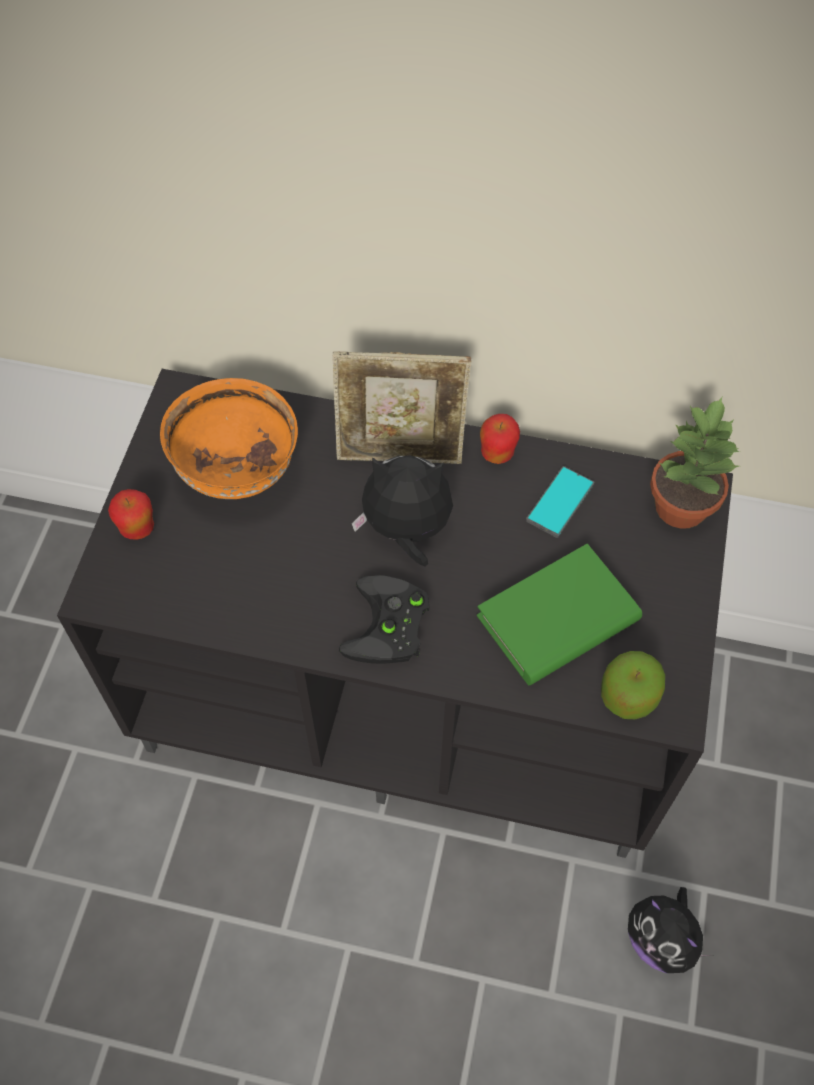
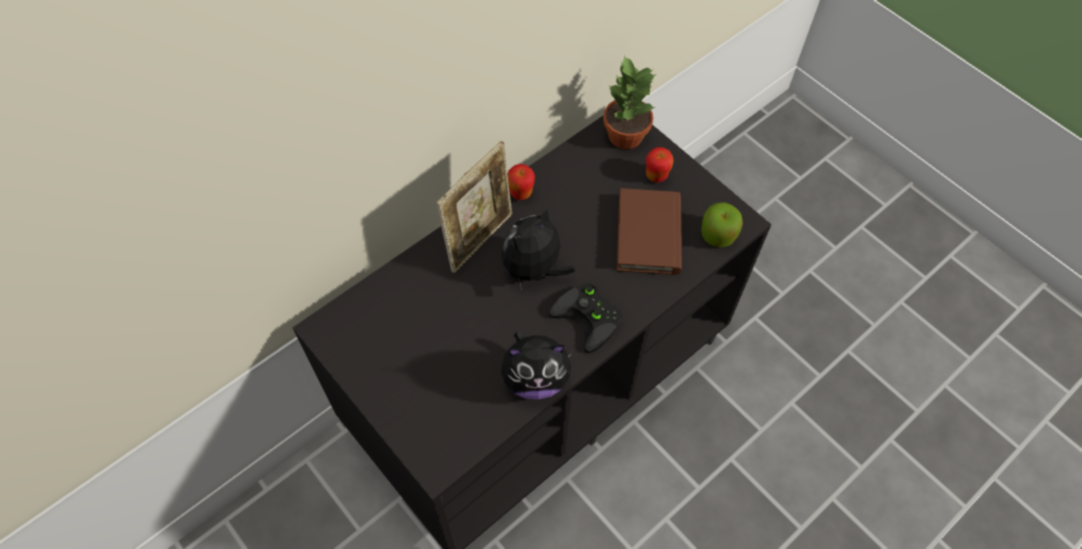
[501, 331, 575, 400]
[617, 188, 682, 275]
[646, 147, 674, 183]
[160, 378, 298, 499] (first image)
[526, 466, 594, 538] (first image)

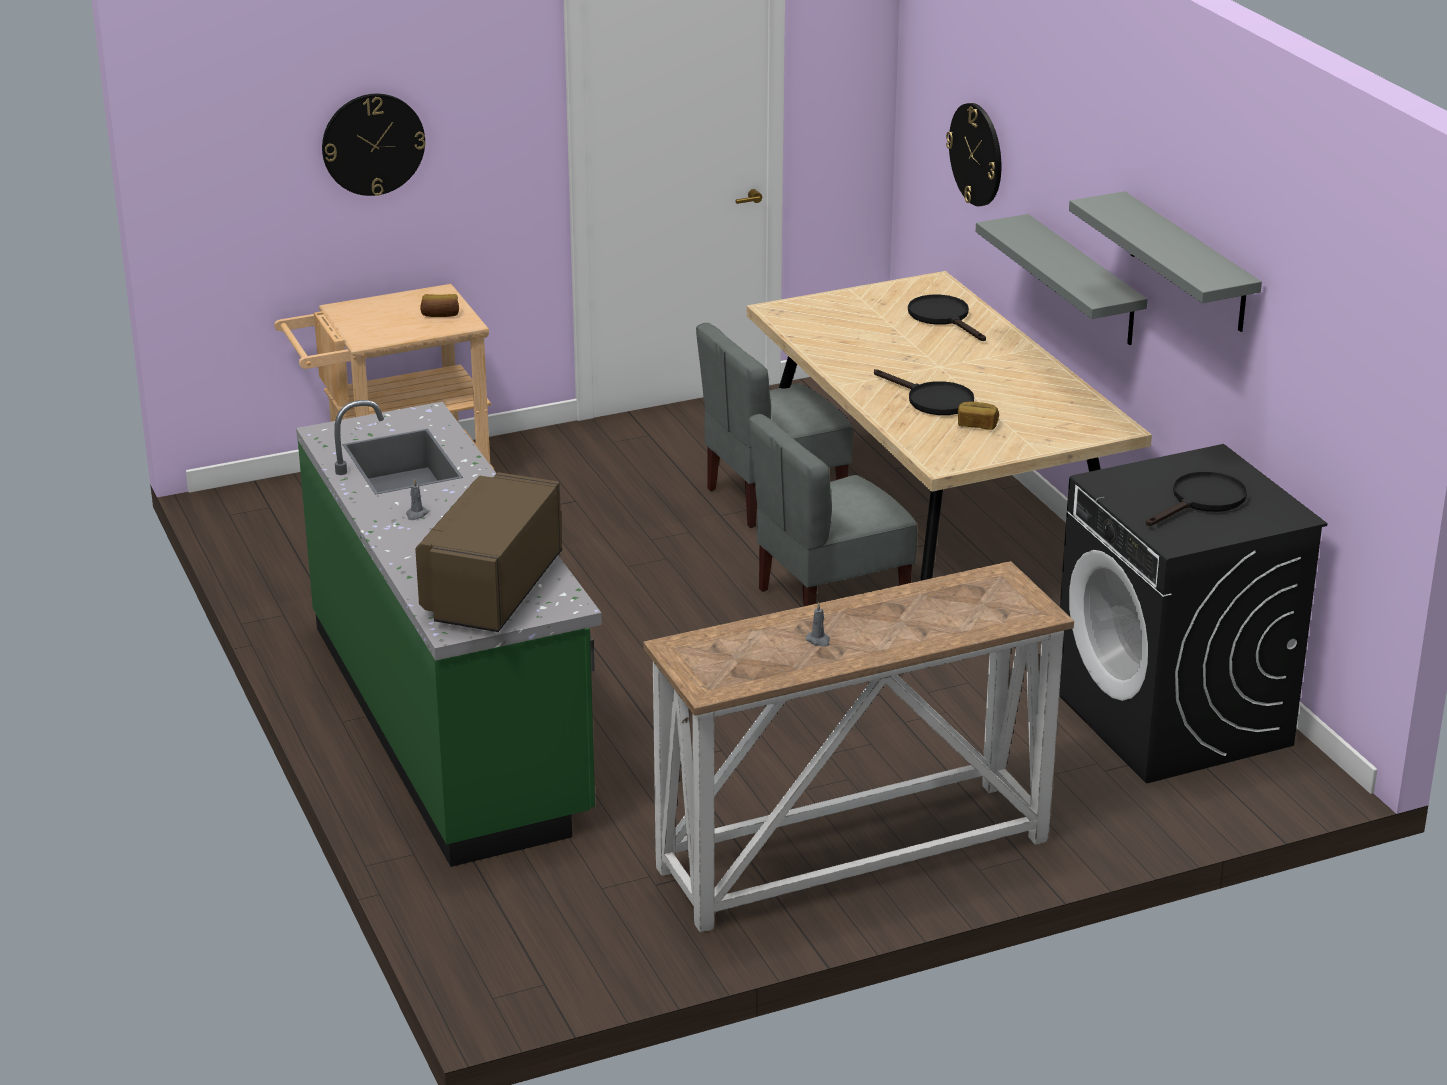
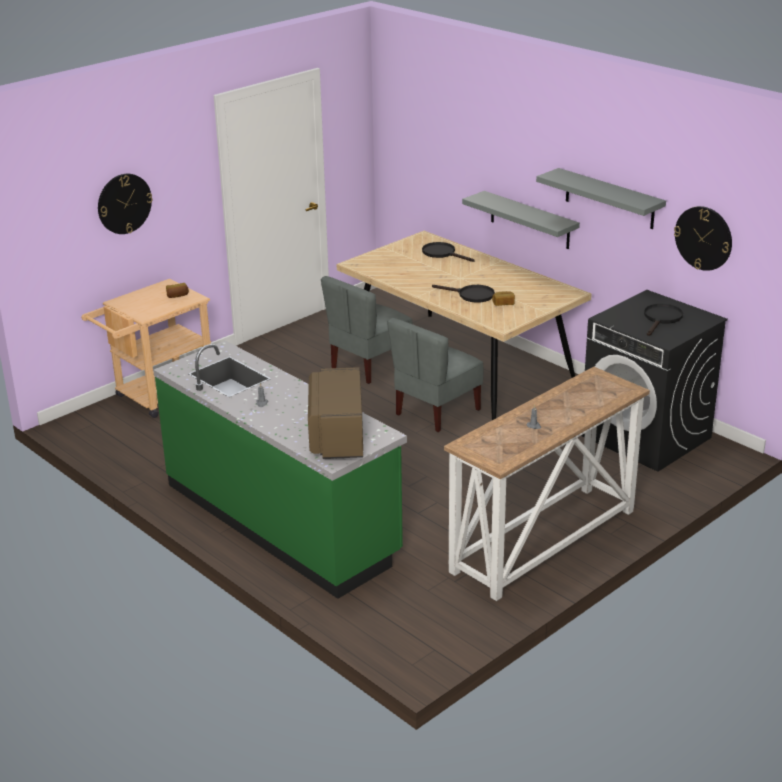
[674, 206, 732, 271]

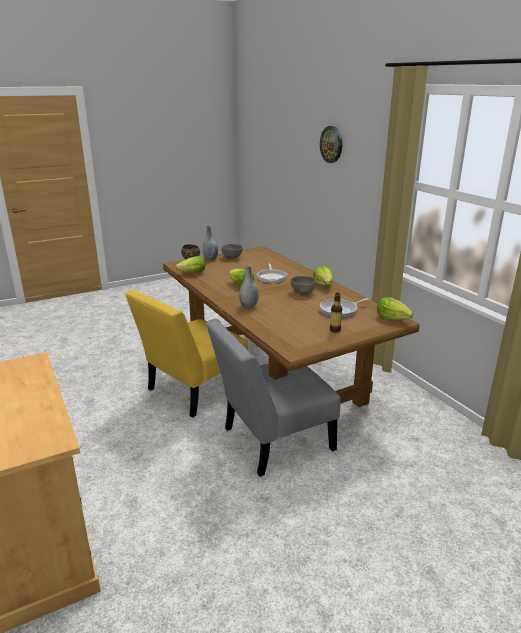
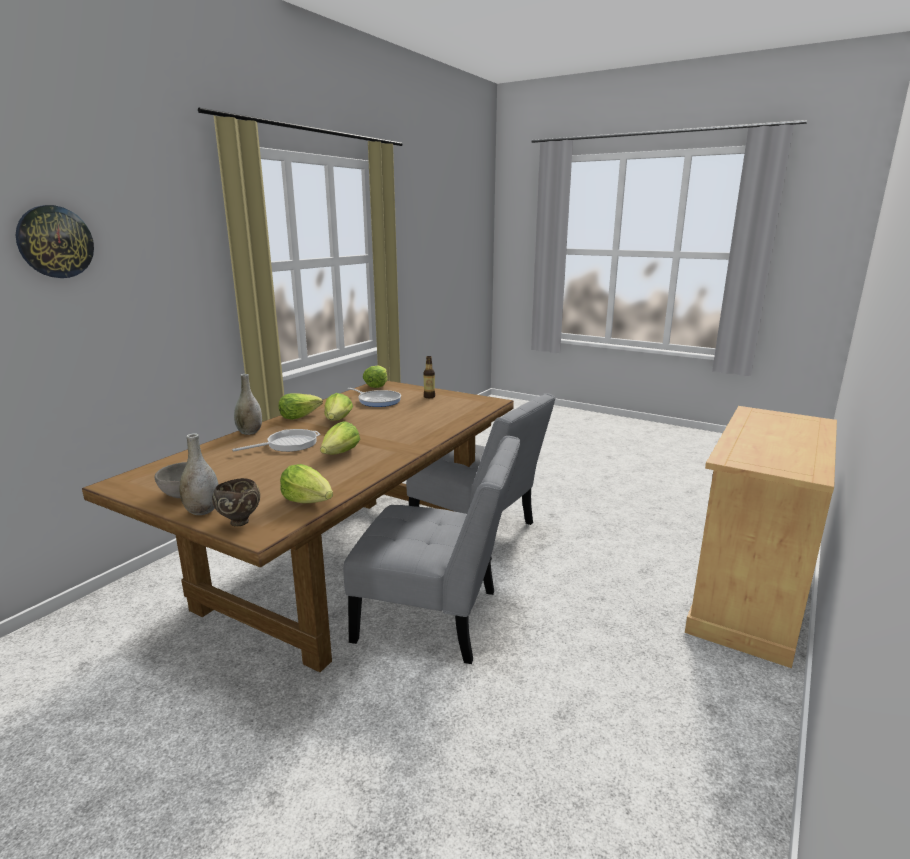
[234, 374, 262, 435]
[324, 393, 353, 421]
[344, 436, 521, 664]

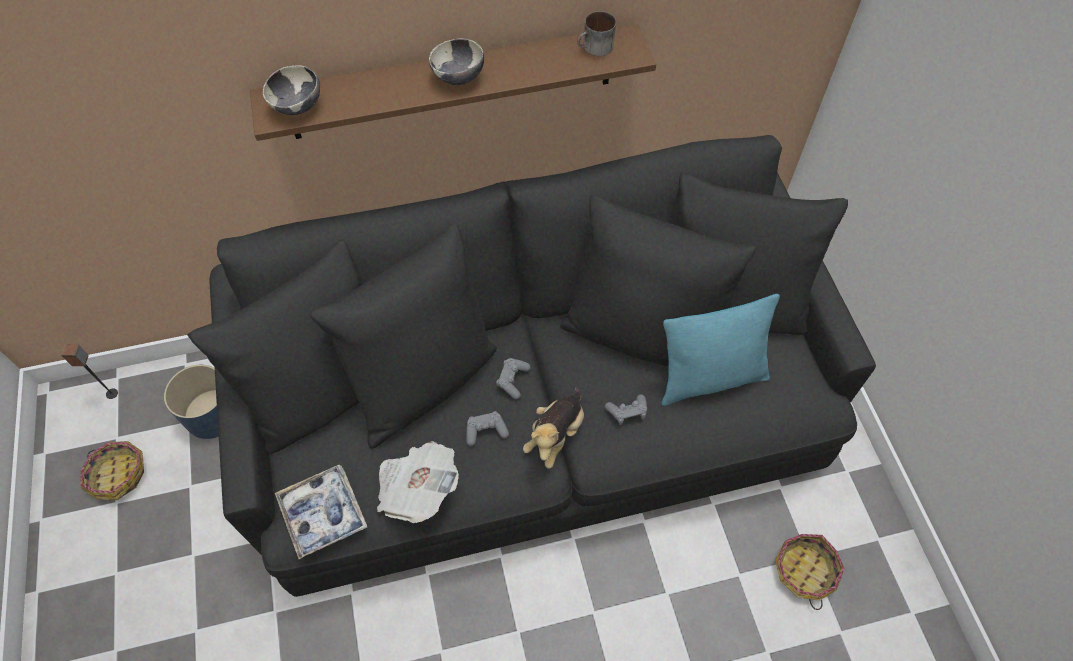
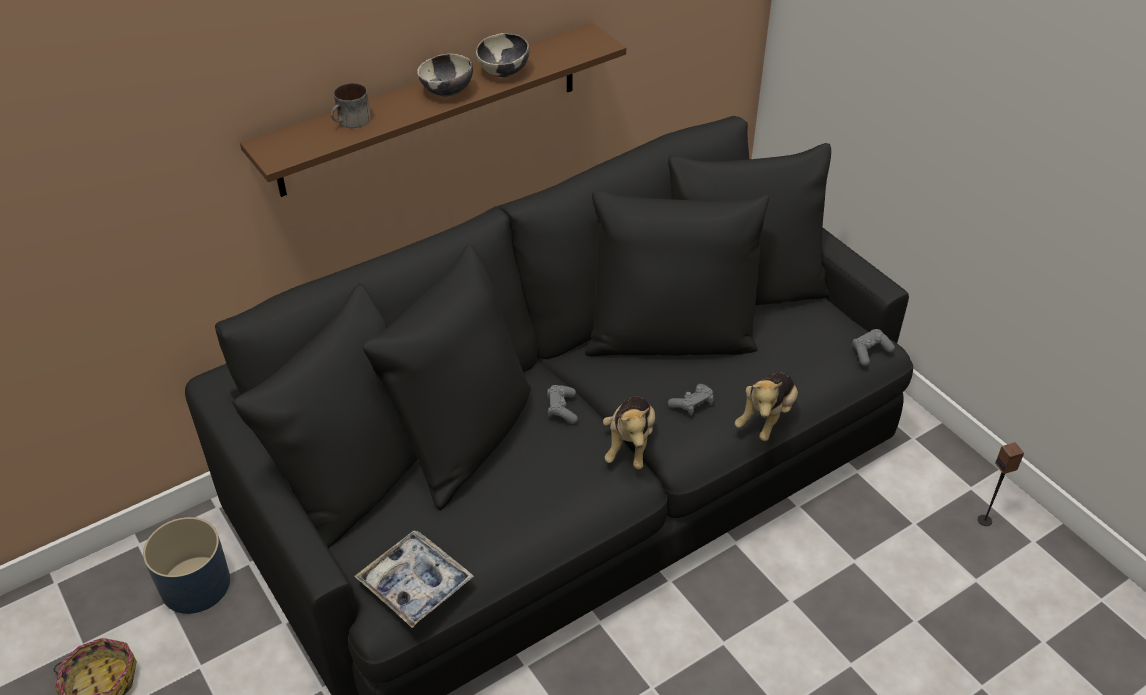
[331, 83, 371, 128]
[476, 33, 530, 77]
[735, 372, 798, 441]
[852, 329, 895, 366]
[978, 442, 1024, 526]
[377, 441, 459, 523] (first image)
[661, 294, 780, 406] (first image)
[775, 534, 845, 610] (first image)

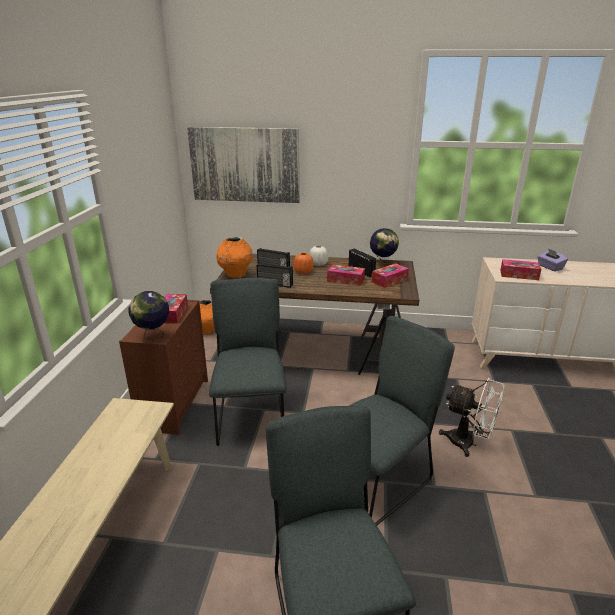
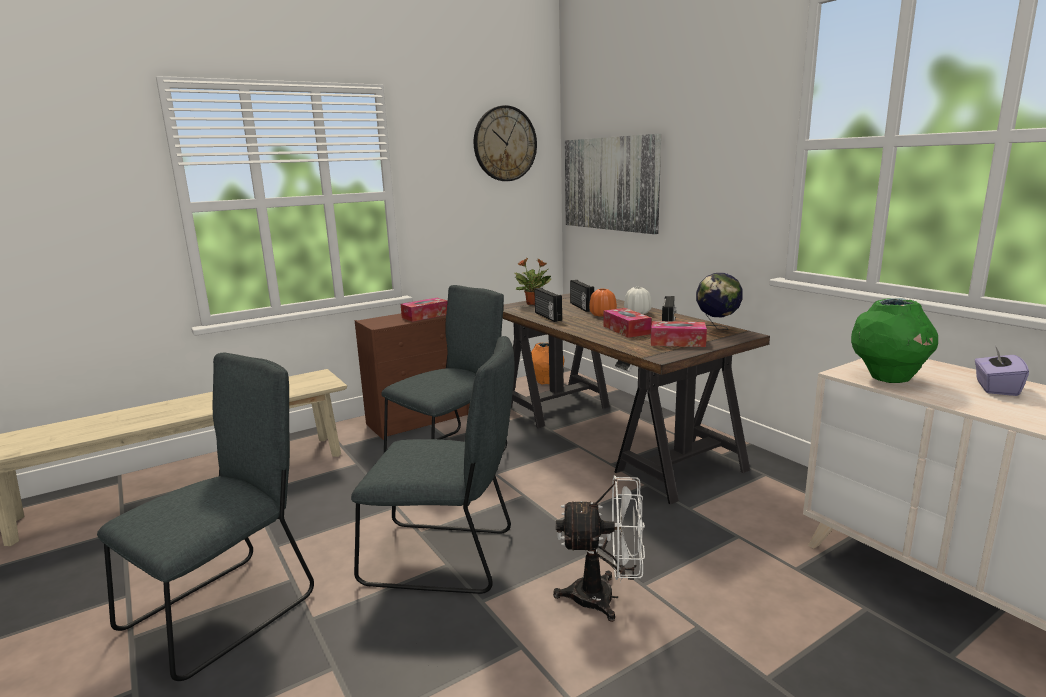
[474, 105, 537, 181]
[515, 258, 552, 305]
[553, 475, 645, 622]
[851, 298, 938, 383]
[129, 291, 169, 341] (first image)

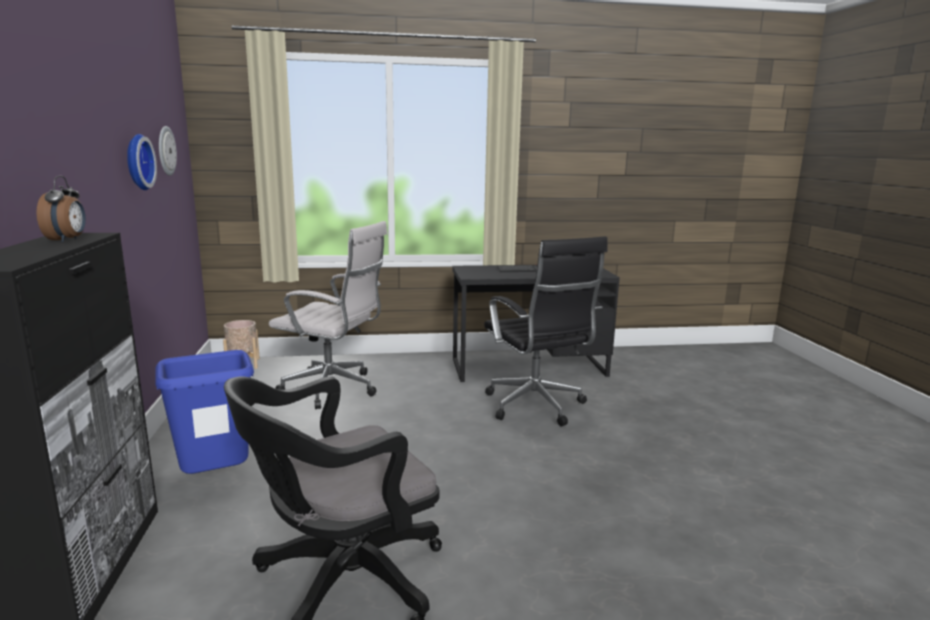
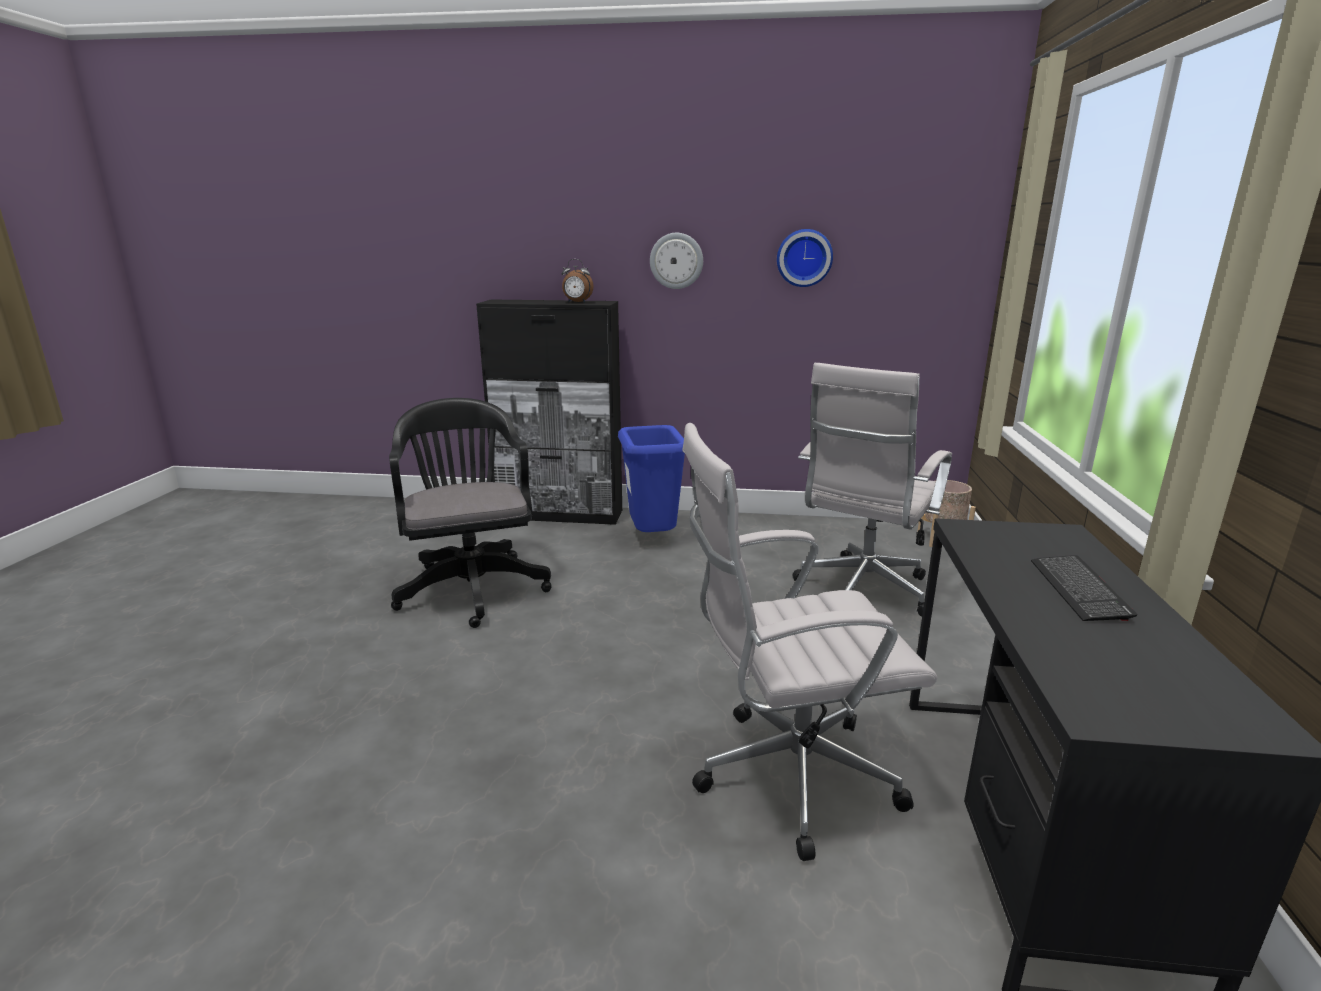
[650, 233, 703, 289]
[682, 423, 937, 861]

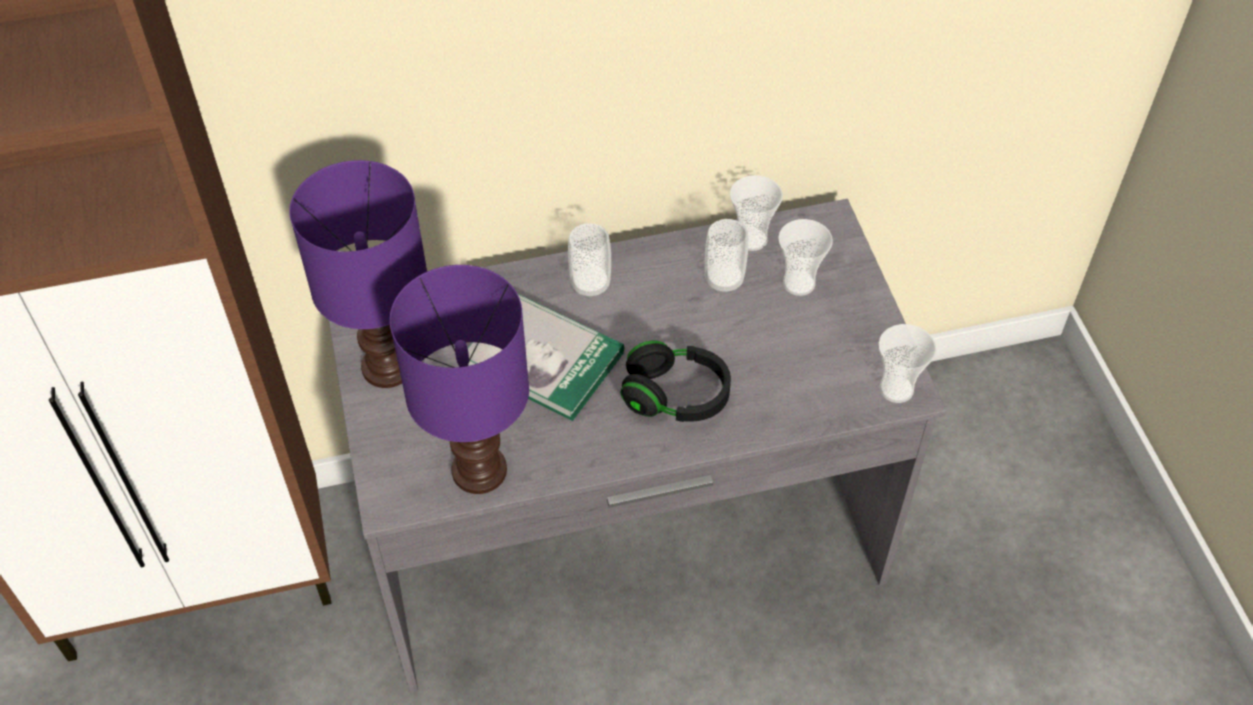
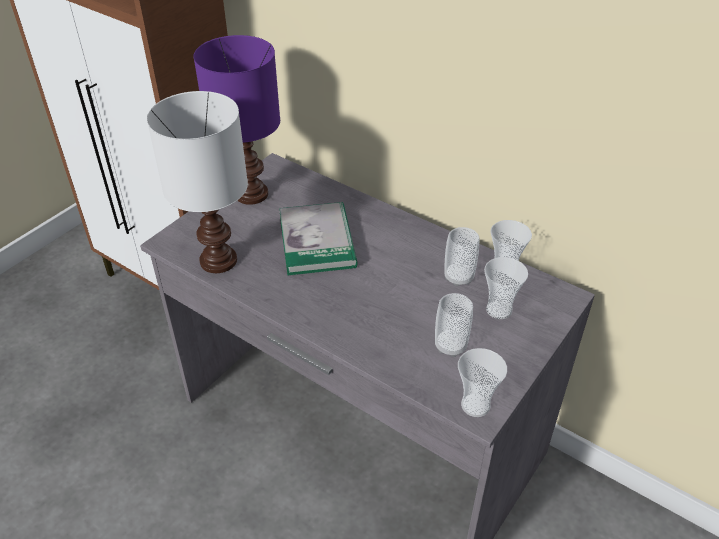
[147, 91, 248, 273]
[435, 293, 473, 357]
[621, 340, 731, 422] (first image)

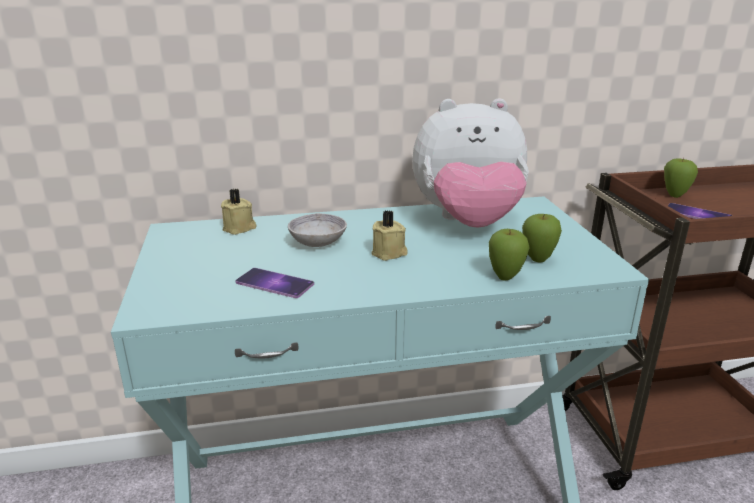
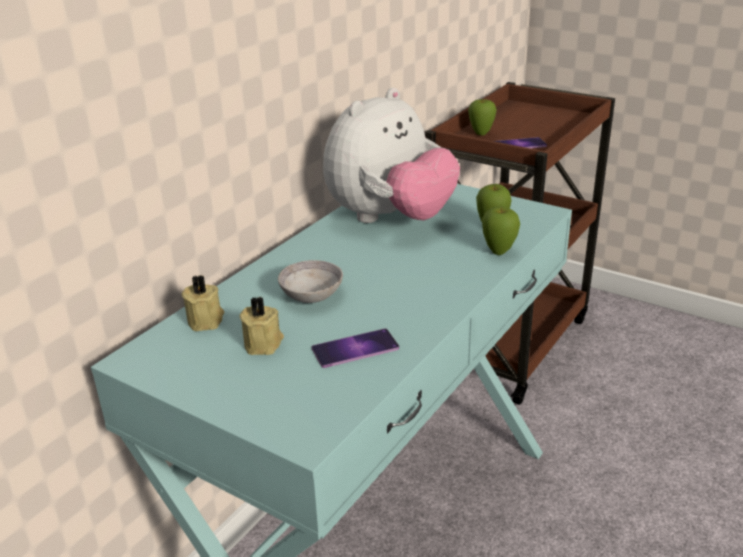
[239, 297, 284, 355]

